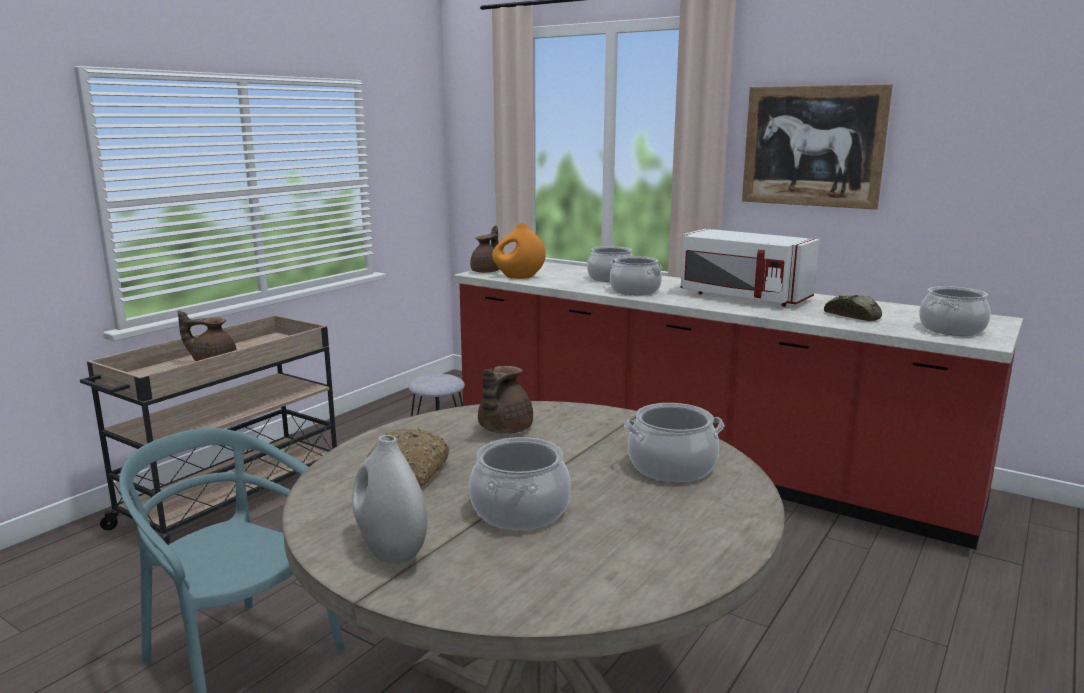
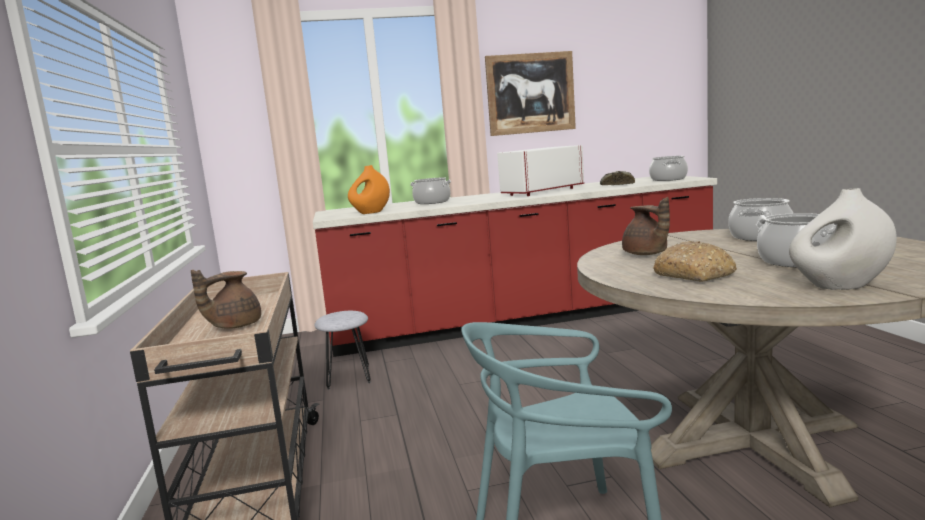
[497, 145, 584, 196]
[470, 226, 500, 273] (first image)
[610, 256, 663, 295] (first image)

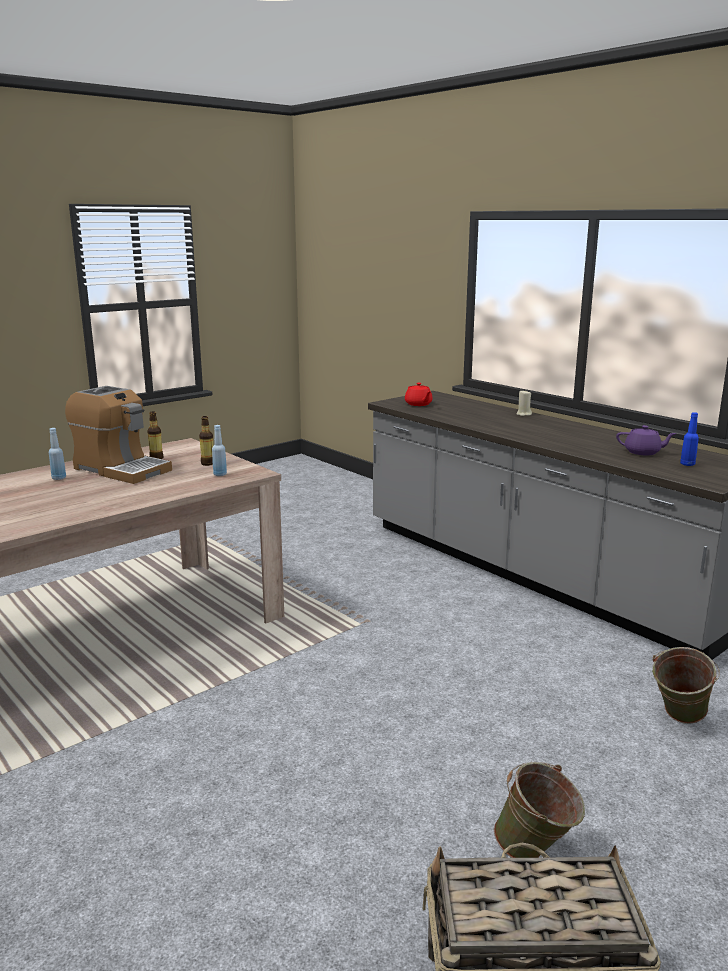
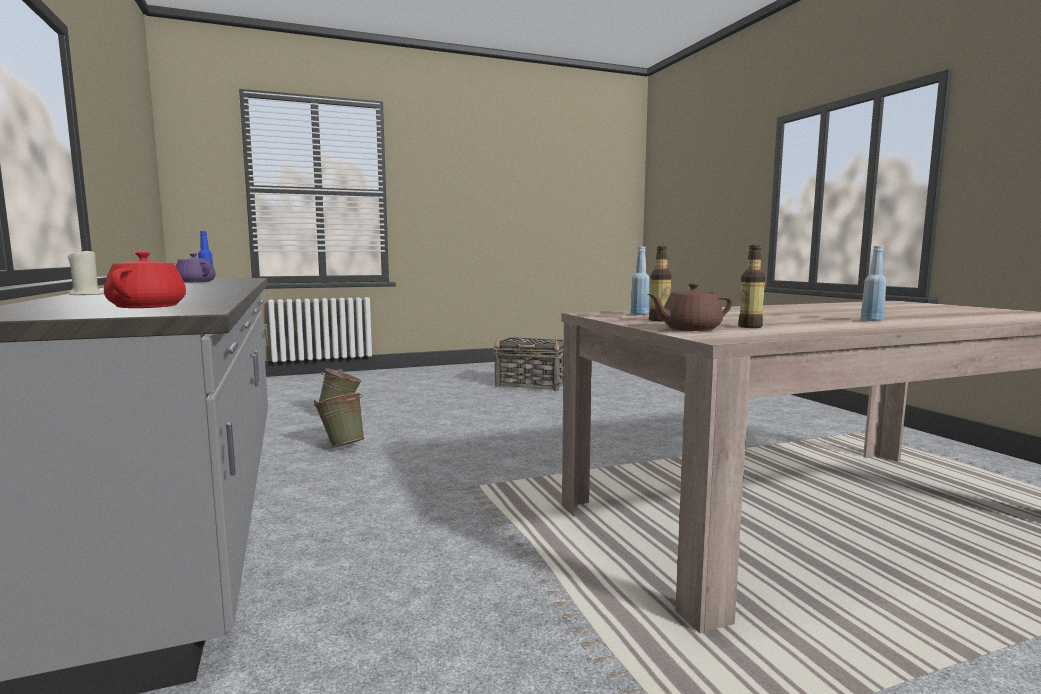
[314, 392, 365, 448]
[648, 283, 732, 331]
[65, 386, 172, 484] (first image)

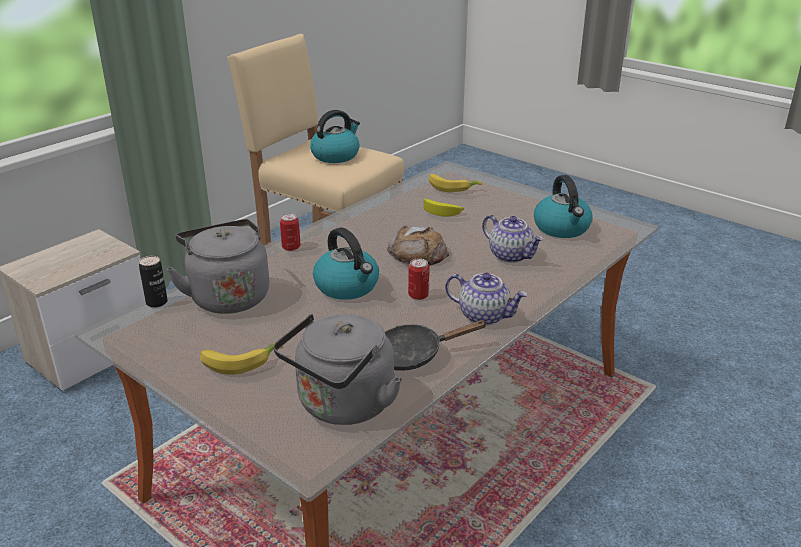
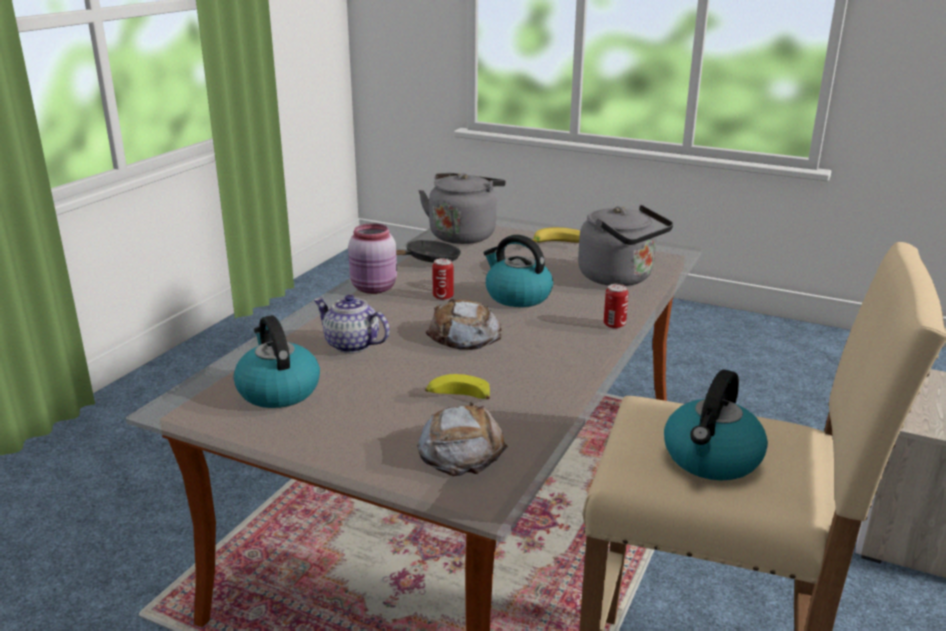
[348, 223, 397, 294]
[417, 402, 508, 476]
[139, 256, 168, 308] (first image)

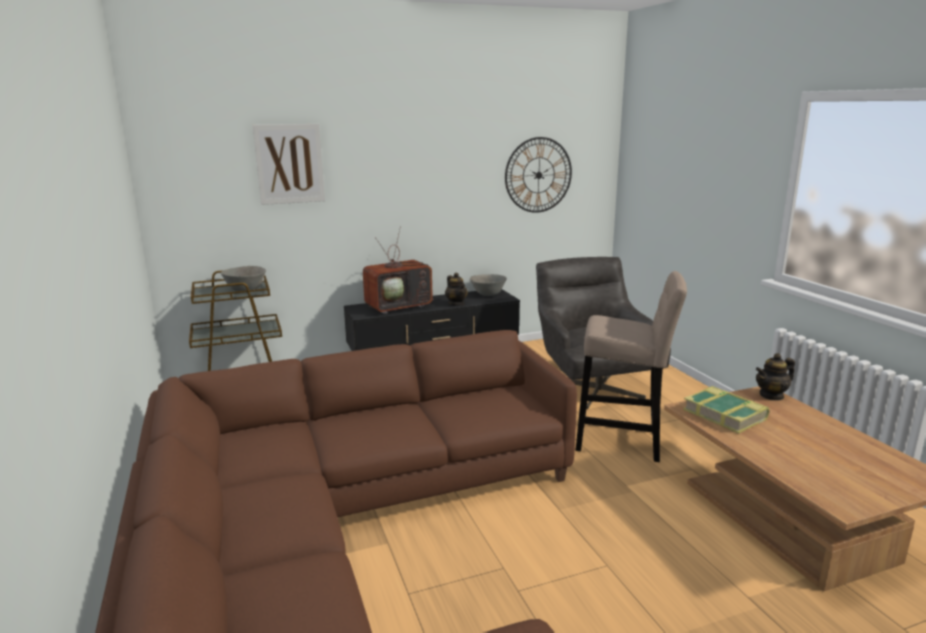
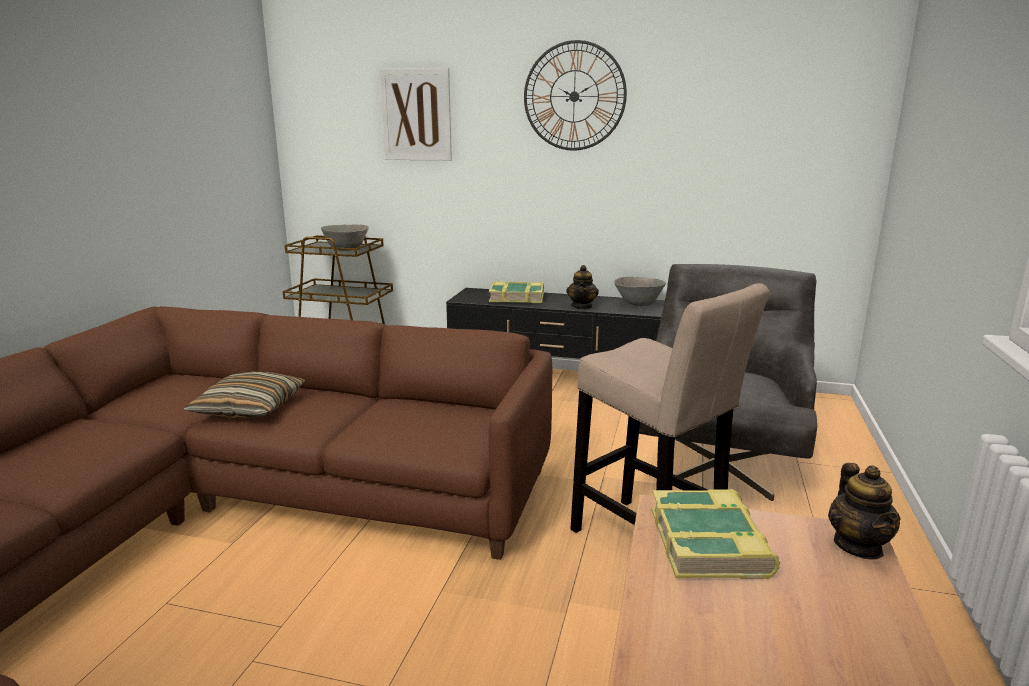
[184, 371, 305, 418]
[489, 281, 544, 303]
[524, 40, 627, 151]
[828, 463, 901, 560]

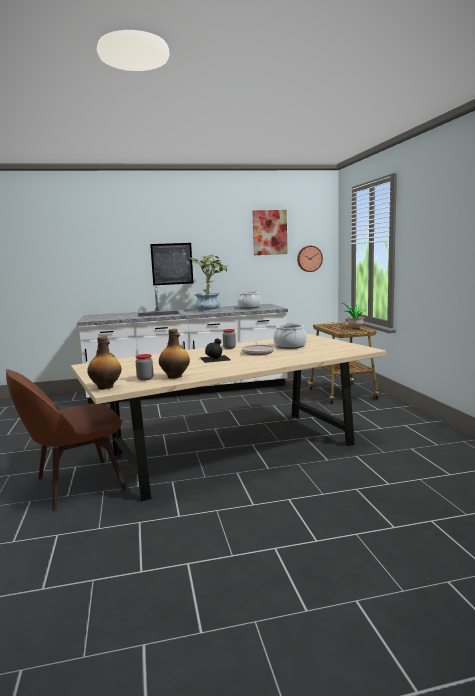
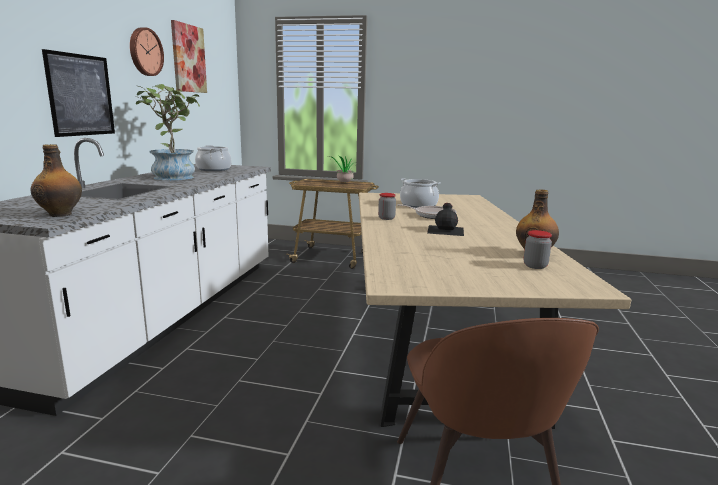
[31, 144, 82, 217]
[130, 27, 164, 76]

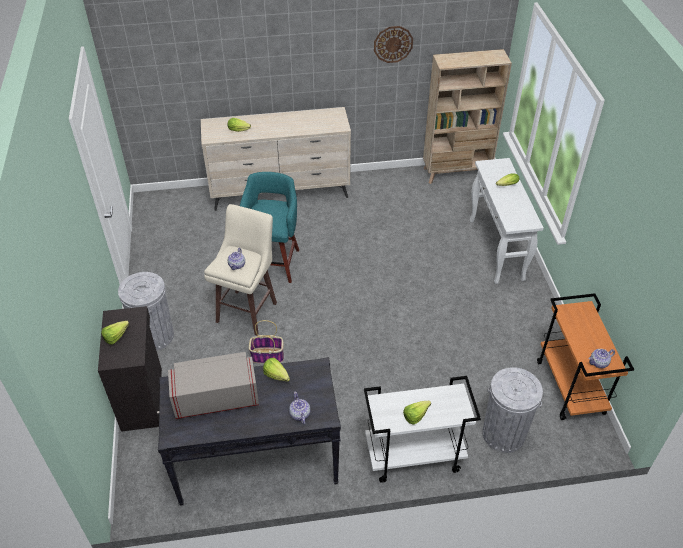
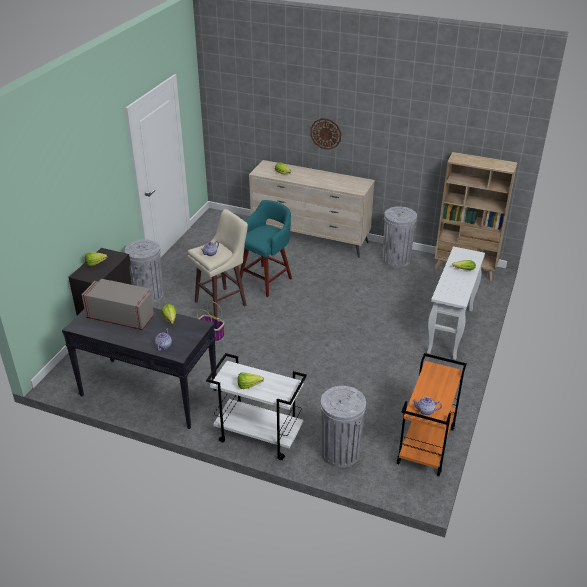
[310, 118, 341, 150]
[382, 206, 417, 267]

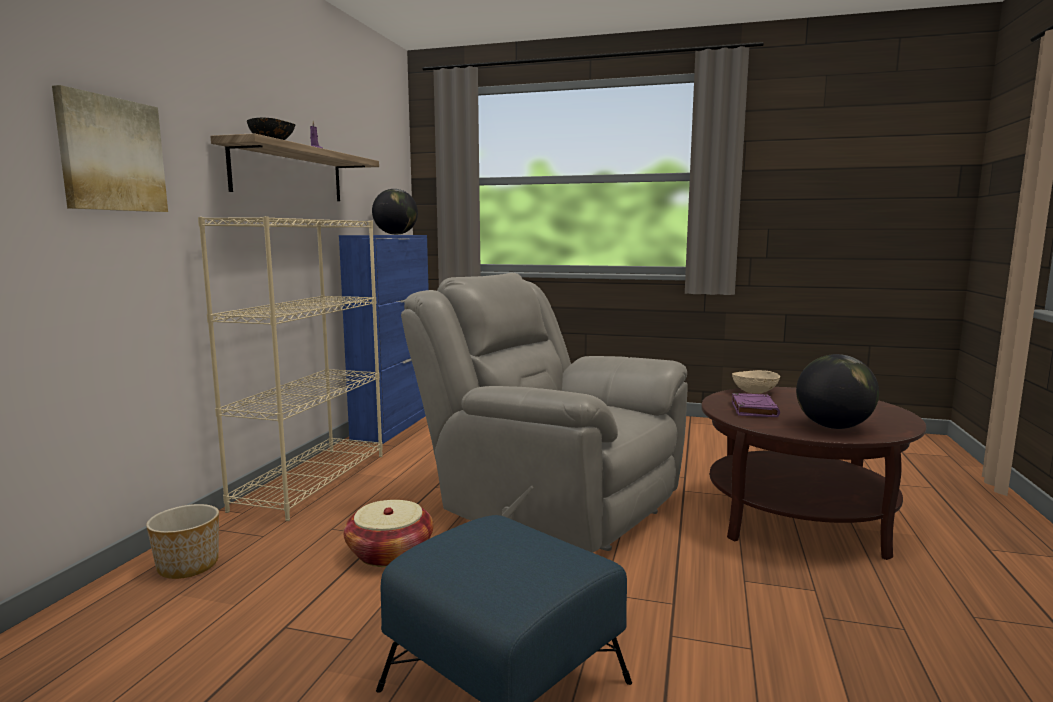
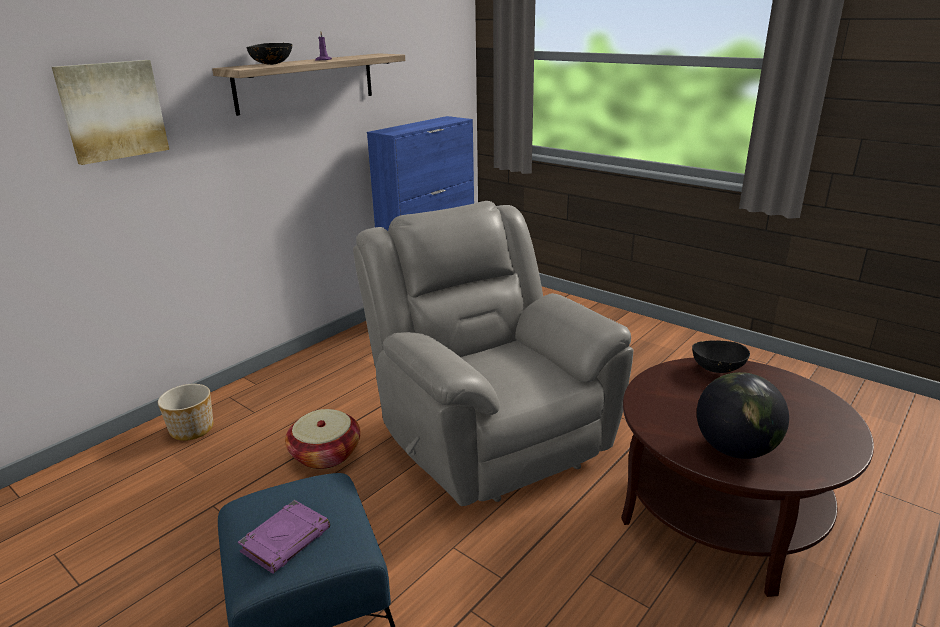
[238, 500, 330, 574]
[692, 340, 750, 373]
[198, 216, 383, 521] (first image)
[372, 189, 418, 235] (first image)

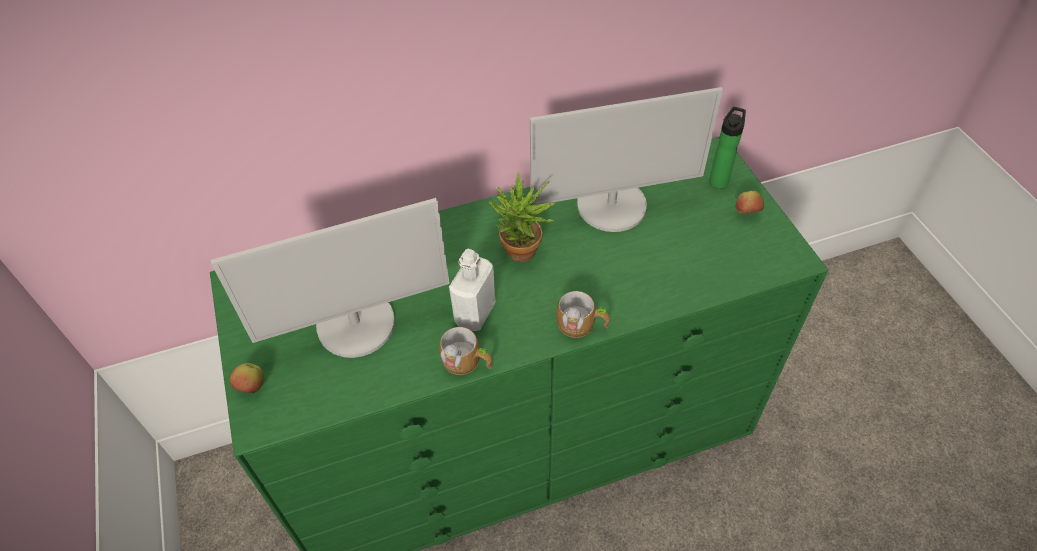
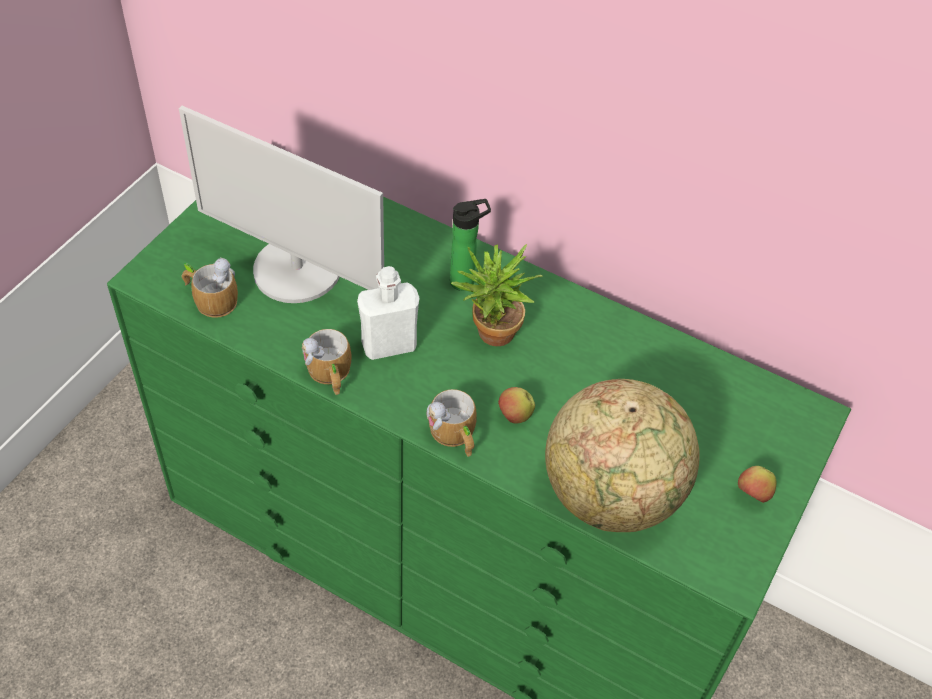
[181, 257, 238, 318]
[450, 199, 491, 291]
[498, 387, 535, 424]
[545, 379, 700, 532]
[530, 87, 723, 232] (first image)

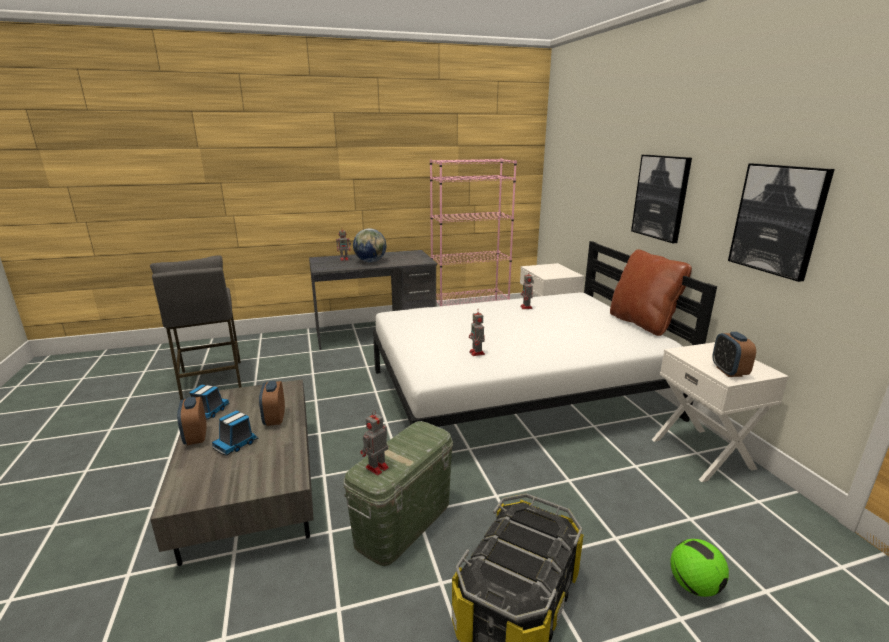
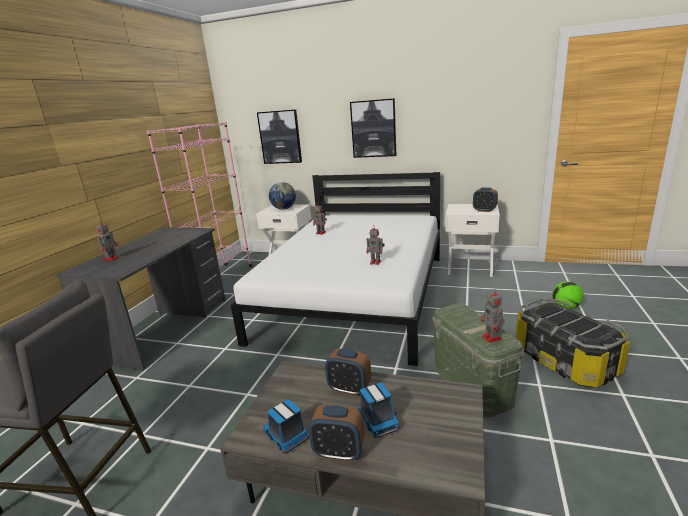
[257, 110, 302, 164]
[269, 182, 296, 210]
[610, 249, 692, 336] (first image)

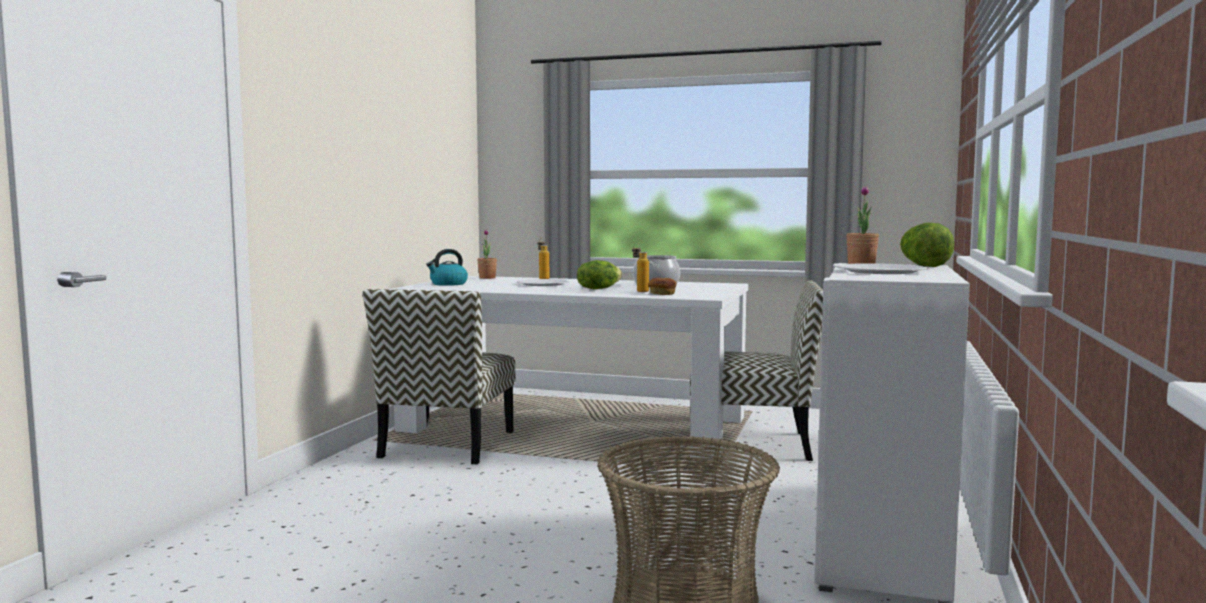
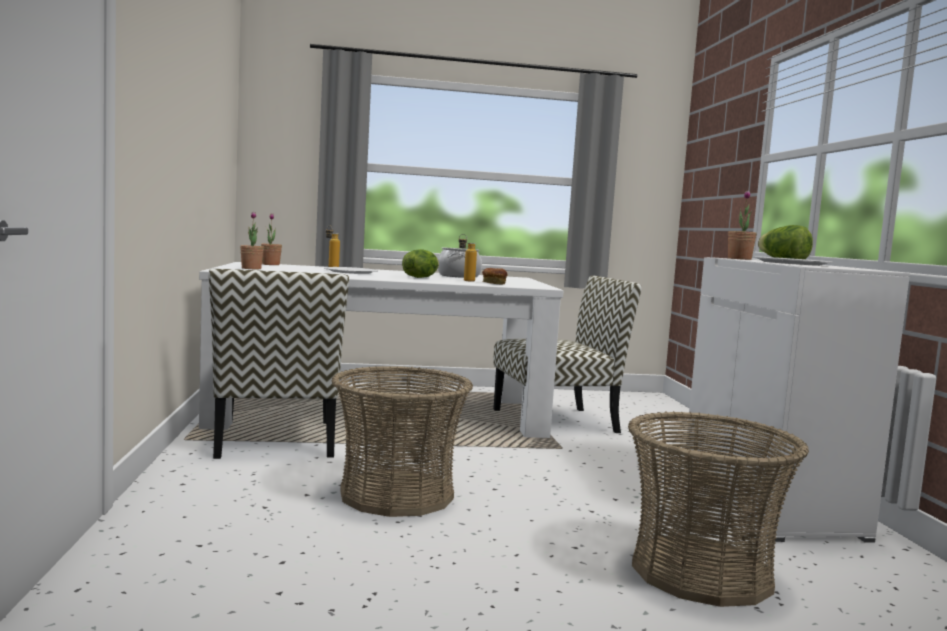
[240, 212, 264, 269]
[331, 366, 473, 517]

